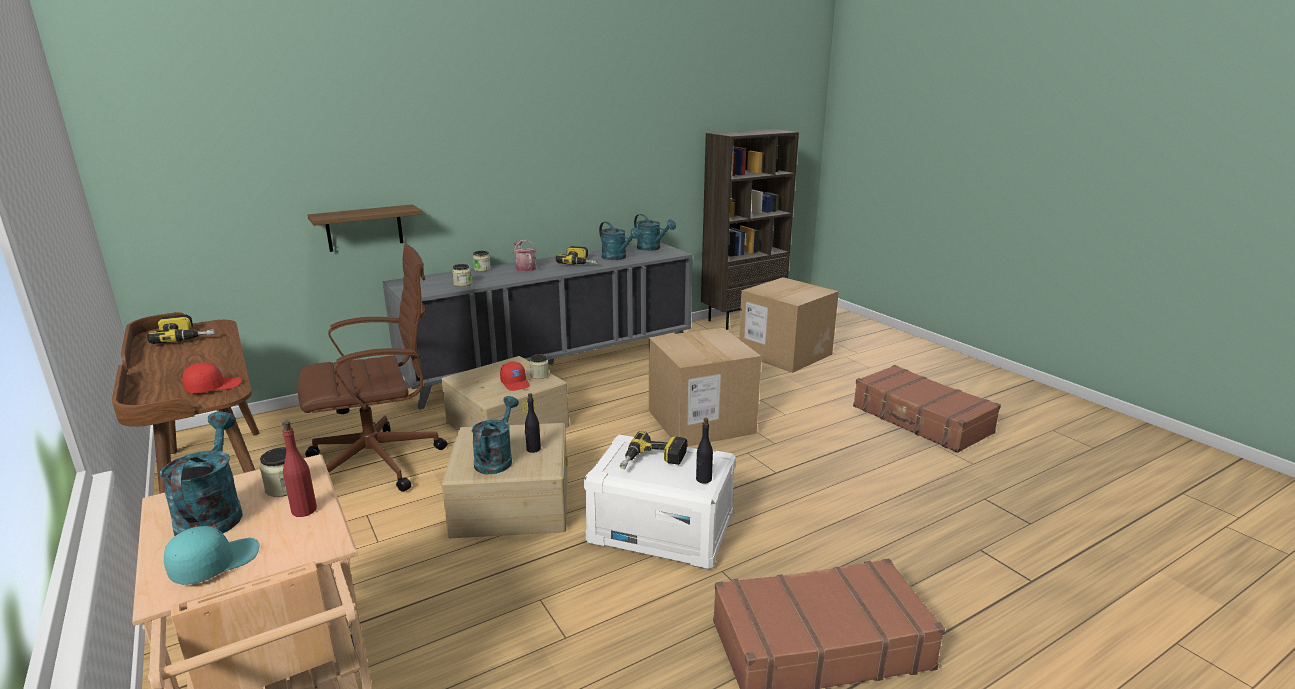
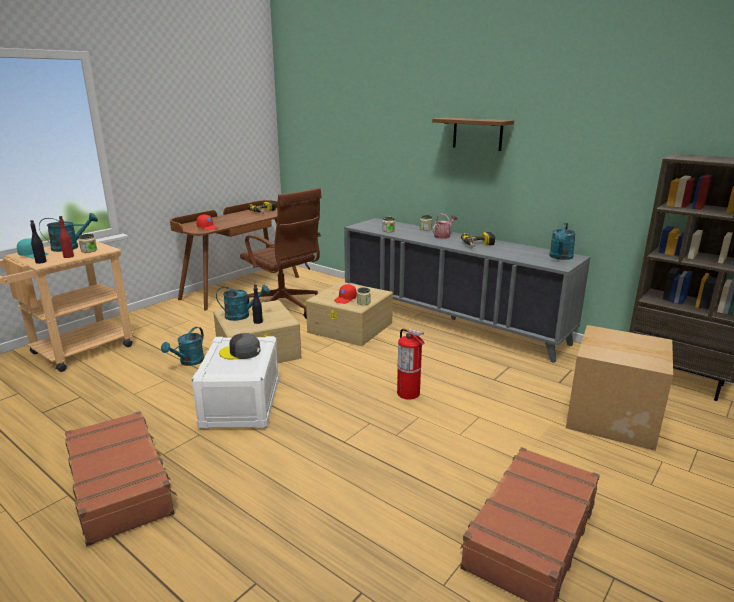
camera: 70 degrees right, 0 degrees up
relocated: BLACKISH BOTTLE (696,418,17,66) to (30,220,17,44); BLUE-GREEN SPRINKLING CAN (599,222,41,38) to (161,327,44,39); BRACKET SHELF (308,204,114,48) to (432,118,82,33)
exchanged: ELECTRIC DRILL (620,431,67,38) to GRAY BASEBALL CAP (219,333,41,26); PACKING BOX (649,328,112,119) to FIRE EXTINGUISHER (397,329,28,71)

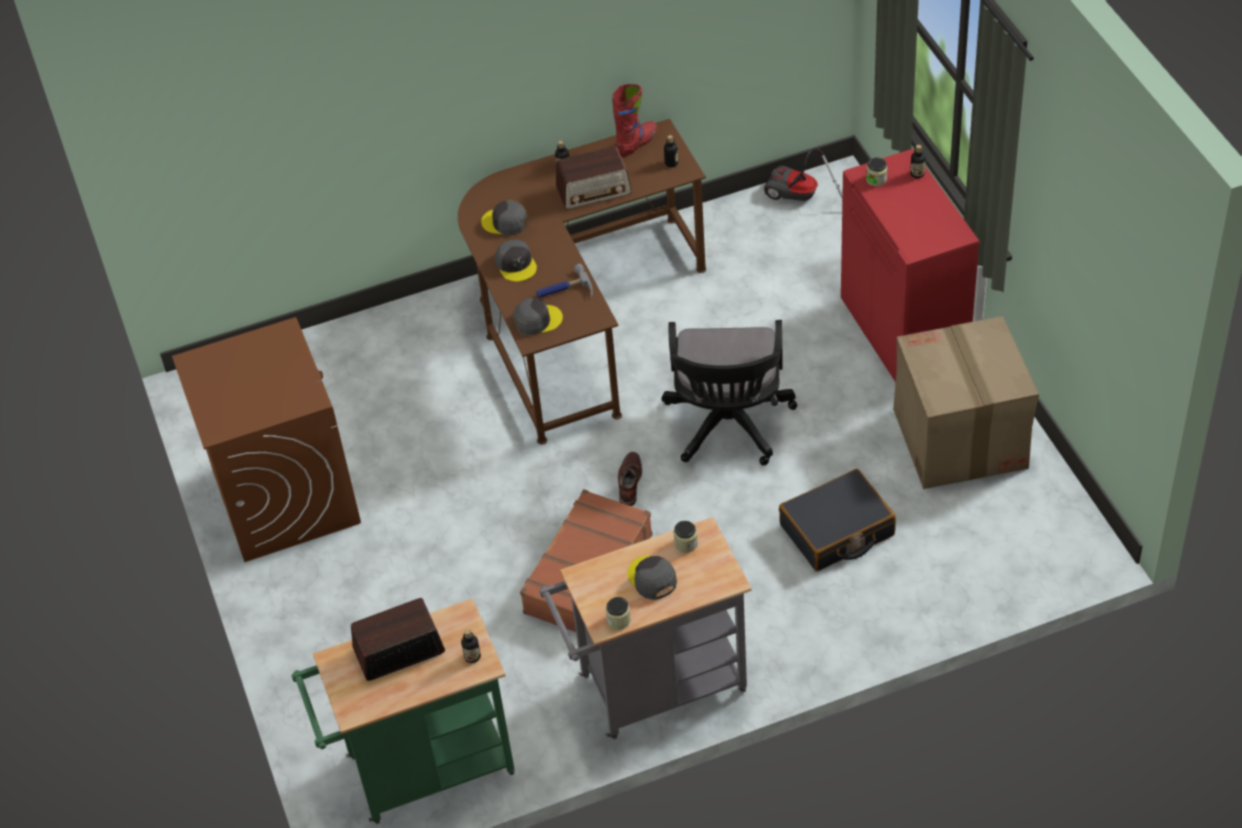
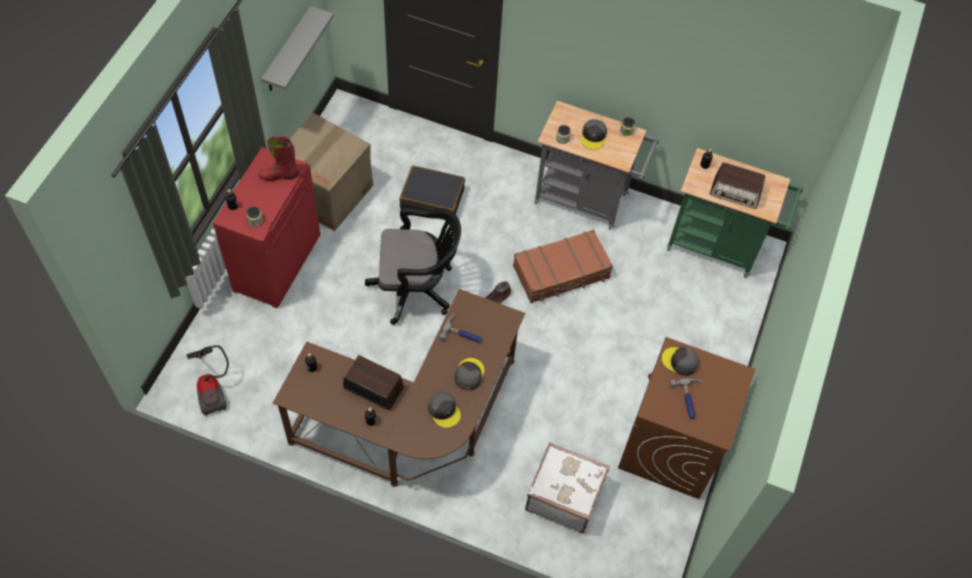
camera: 145 degrees left, 10 degrees up
appeared: GRAY BRACKET SHELF (261,6,73,85); WHITISH TRAVEL CASE (525,442,85,91); HAND HAMMER (669,378,35,41)
relocated: REDDISH BOOT (612,84,45,72) to (258,136,41,45); GRAY BASEBALL CAP (513,298,50,37) to (662,347,37,29)
spun: BLACKISH COMPUTER CHAIR (662,320,135,146) = (365,208,96,117) 45 degrees clockwise

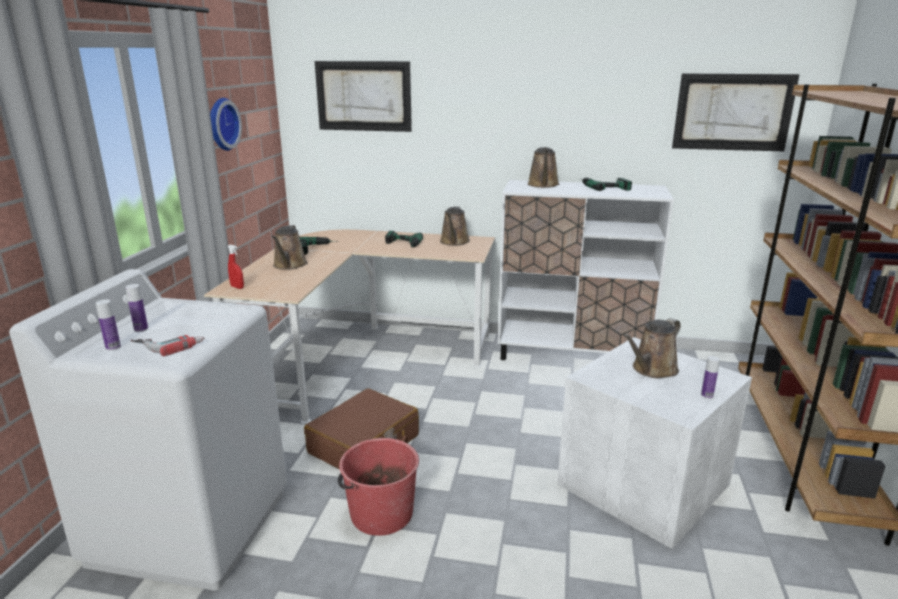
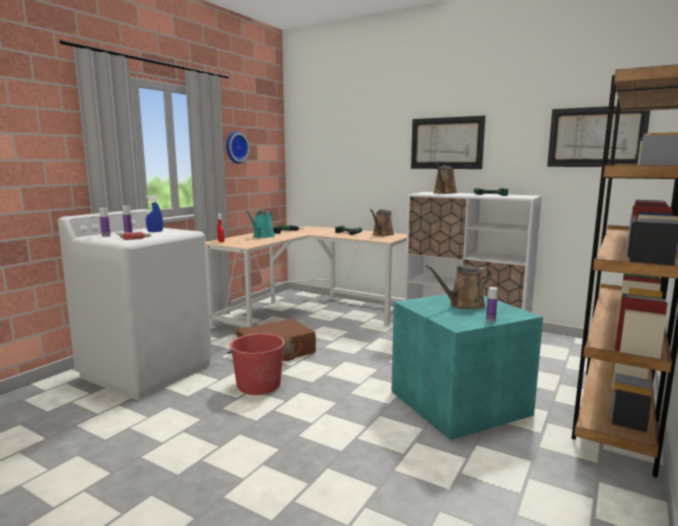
camera: 20 degrees right, 10 degrees down
appeared: BLUE-COLOURED SPRAYER (146,195,17,37)
relocated: PICTURE (315,61,97,71) to (411,116,74,53)
colour: BROWN SPRINKLING CAN (272,225,36,45) to BLUE-GREEN SPRINKLING CAN (245,211,30,27); WHITISH STORAGE BOX (557,337,195,212) to BLUE-GREEN STORAGE BOX (391,294,152,146)

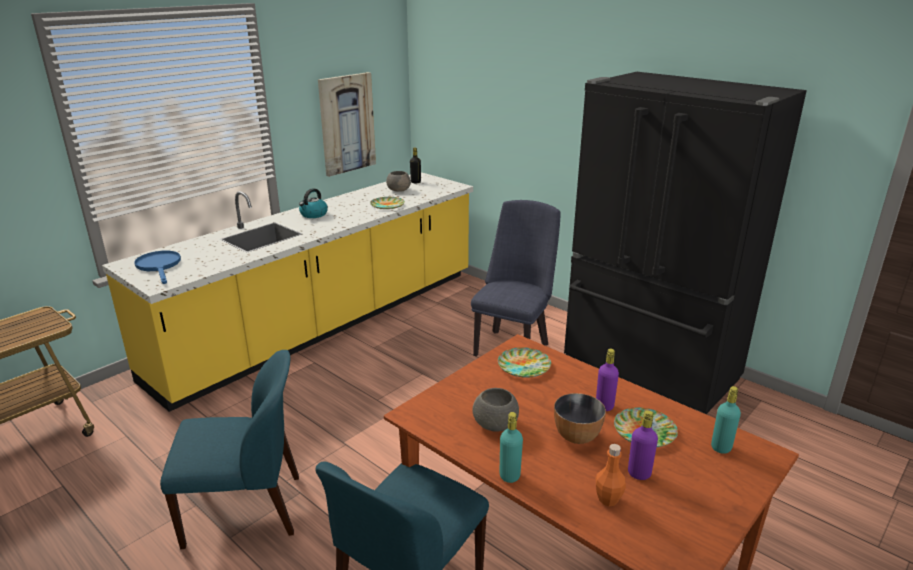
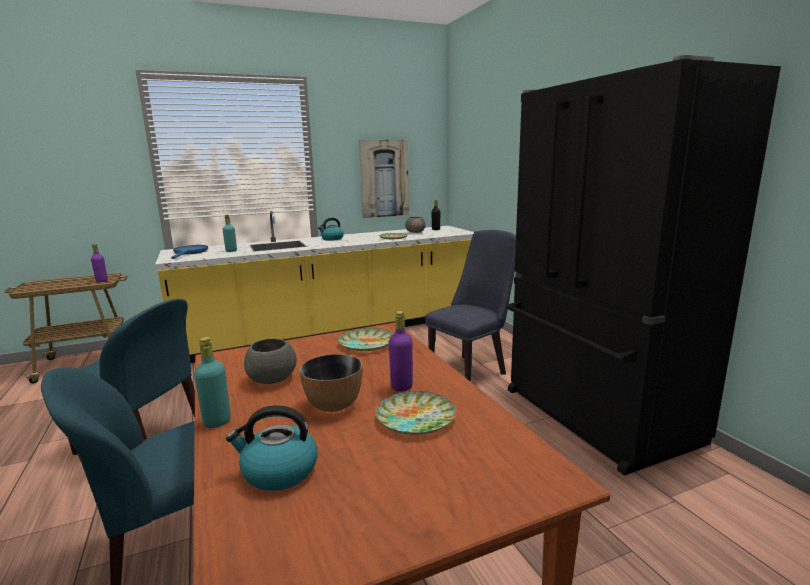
camera: 25 degrees right, 10 degrees down
relocated: PURPLE BOTTLE (628,410,30,70) to (91,244,17,38); BLUE-GREEN BOTTLE (711,386,30,68) to (222,215,15,37)
exchanged: ORANGEY BOTTLE (596,444,30,62) to TEA KETTLE (226,405,91,86)

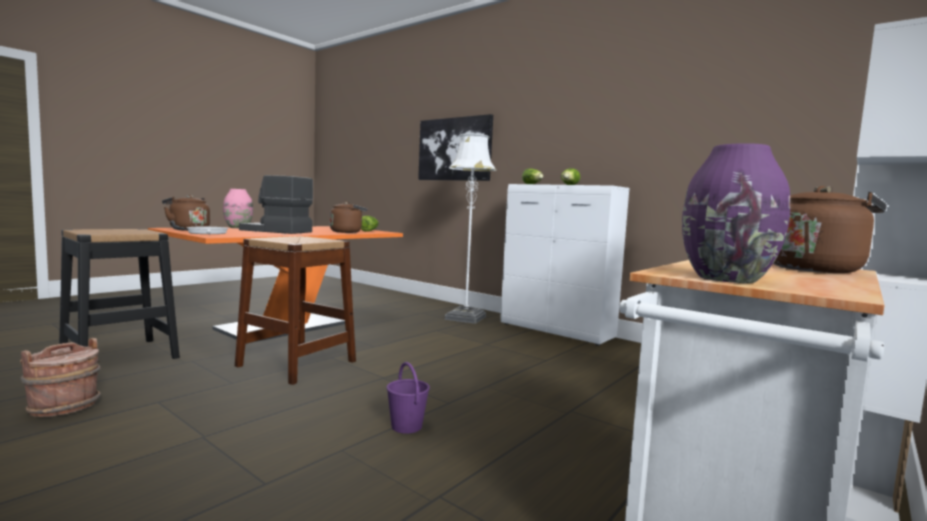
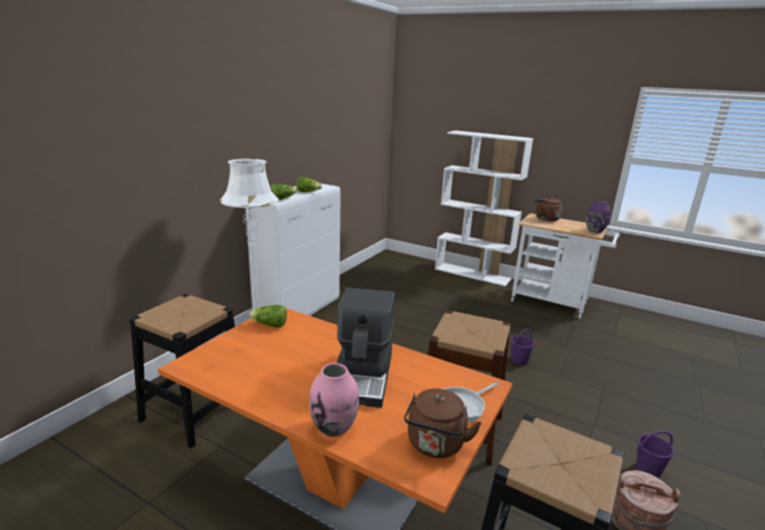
camera: 100 degrees left, 15 degrees up
missing: BROWN TEA KETTLE (330,202,37,31); PICTURE (418,114,75,67)
appeared: BLACKISH STOOL (130,294,105,154); PURPLE WATER BUCKET (636,431,38,47)

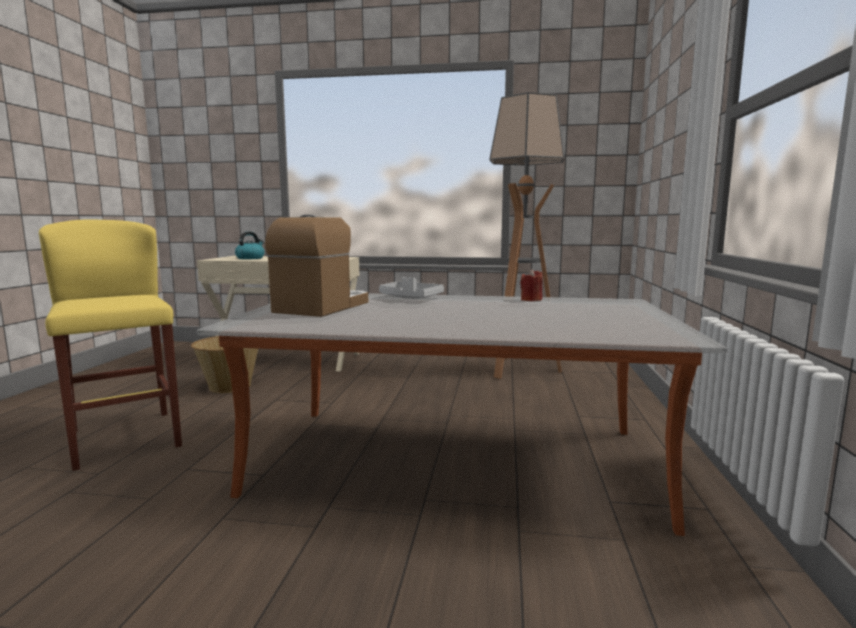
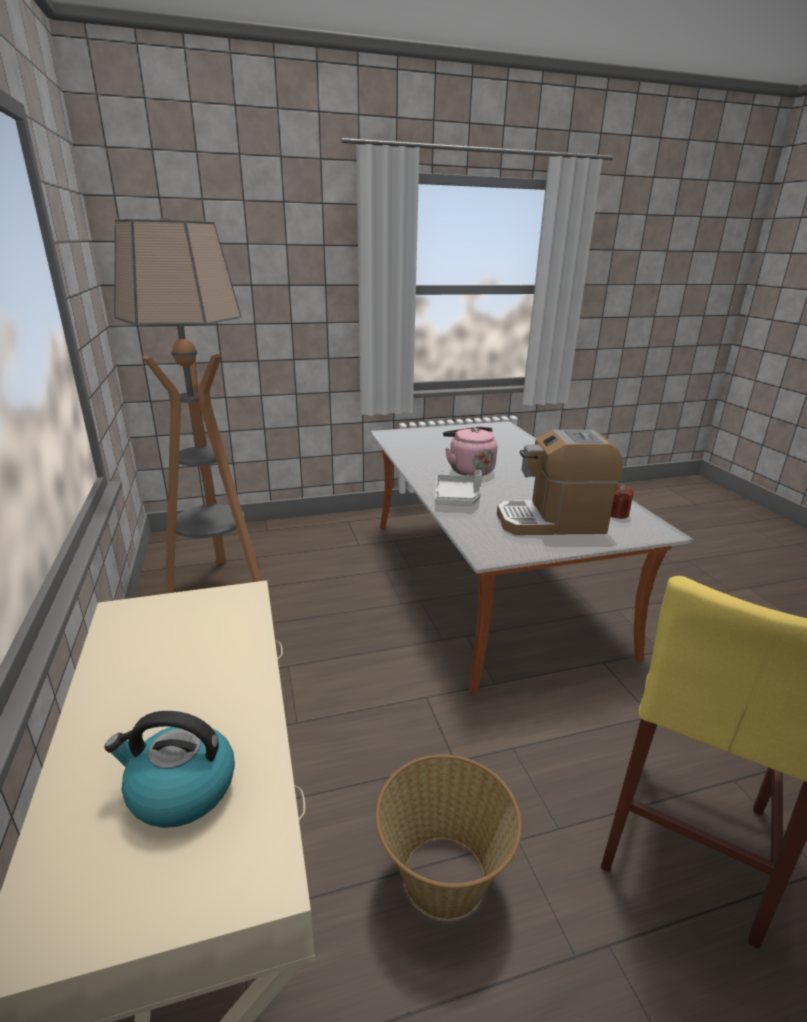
camera: 115 degrees left, 15 degrees up
appeared: PINK TEA KETTLE (443,427,54,49)
relocated: REDDISH WAX LIGHT (520,269,22,32) to (611,484,23,35)

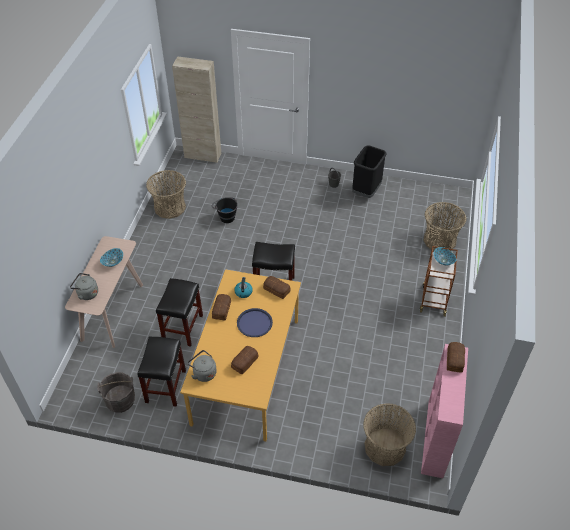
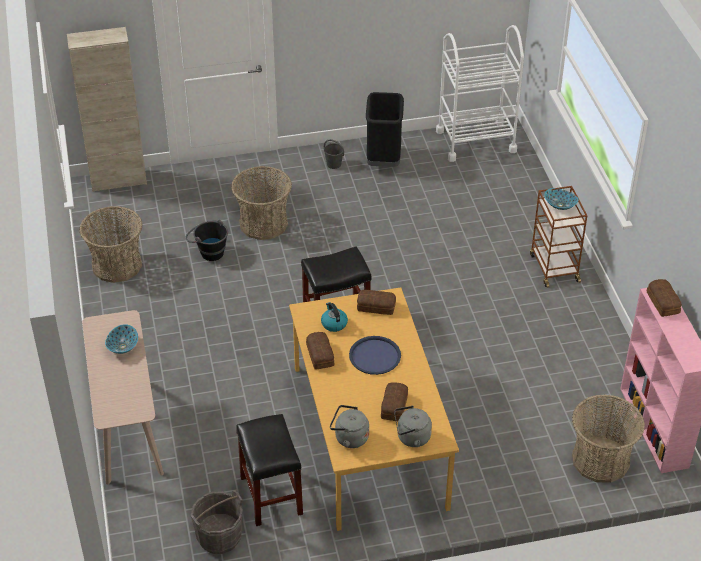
camera: 25 degrees left, 5 degrees down
missing: BLACKISH STOOL (156,278,47,69)
appeared: WHITISH TROLLEY (436,25,88,137)
relocated: STORAGE BASKET (423,202,43,49) to (231,166,61,74); GRAY TEA KETTLE (70,273,28,27) to (394,406,38,41)

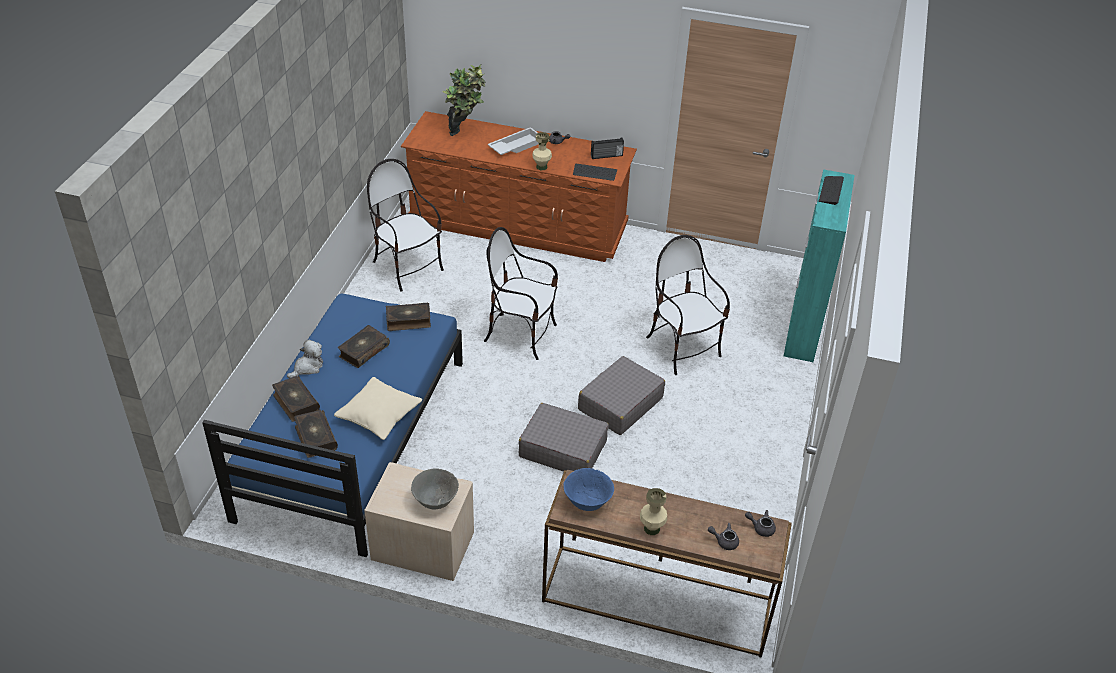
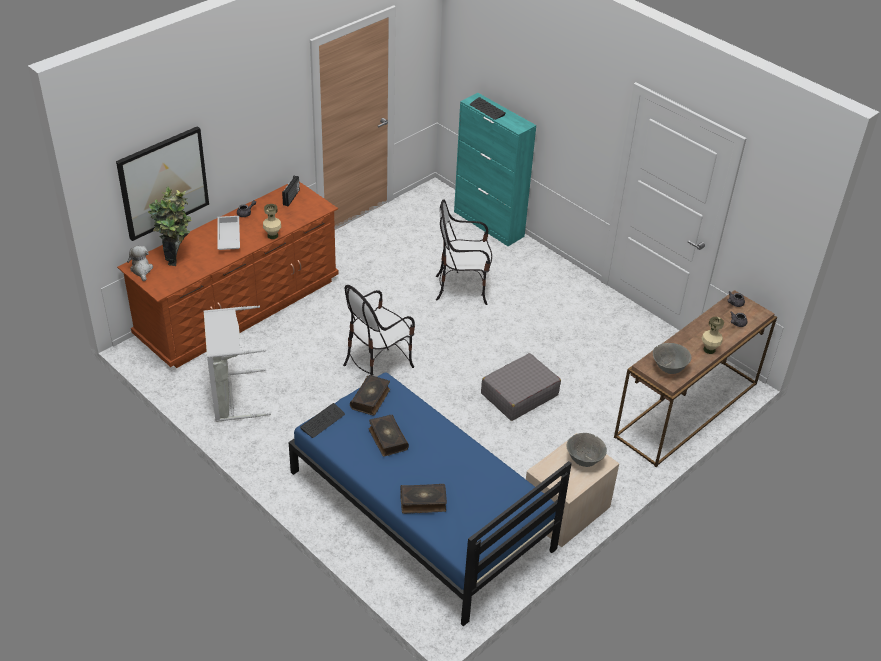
camera: 60 degrees left, 0 degrees up
missing: VOLUME (294,410,44,48); BEIGE-COLOURED THROW PILLOW (334,377,88,63); GRAY TRAVEL CASE (578,356,87,79)
appeared: PICTURE (116,126,93,115)
relocated: PLUSH TOY (287,340,36,38) to (127,246,26,36); COMPUTER KEYBOARD (573,163,44,18) to (300,403,45,35)
exchanged: PLAIN CHAIR (367,159,77,133) to GRAY HAMPER (204,306,67,116)
colour: BLUE-COLOURED SERVING BOWL (563,468,51,43) to GRAY SERVING BOWL (653,343,38,31)

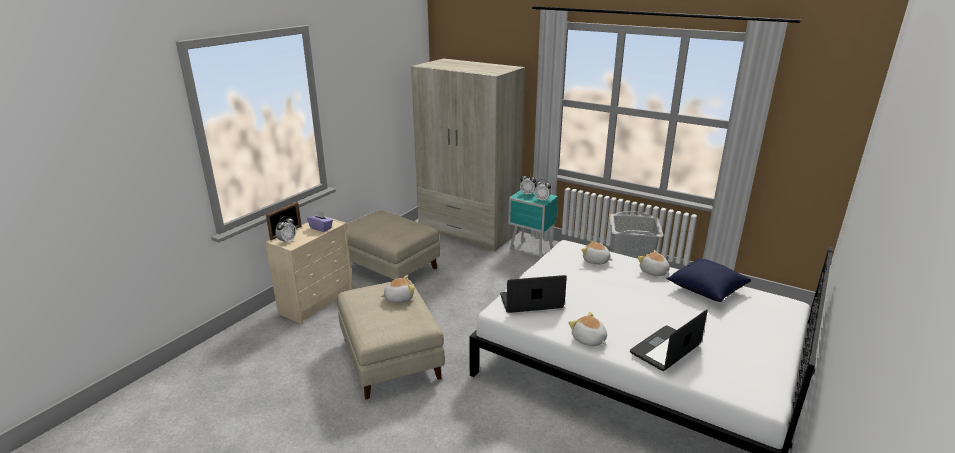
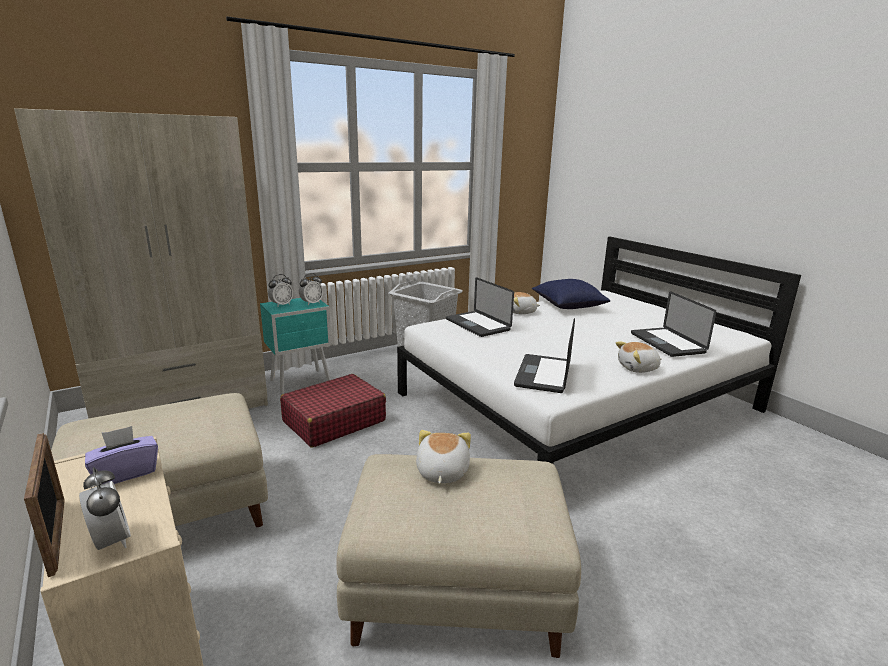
camera: 65 degrees left, 5 degrees down
appeared: REDDISH TRAVEL CASE (280,374,106,74)
exchanged: PLUSH TOY (581,240,32,24) to PORTABLE COMPUTER (446,277,68,60)

